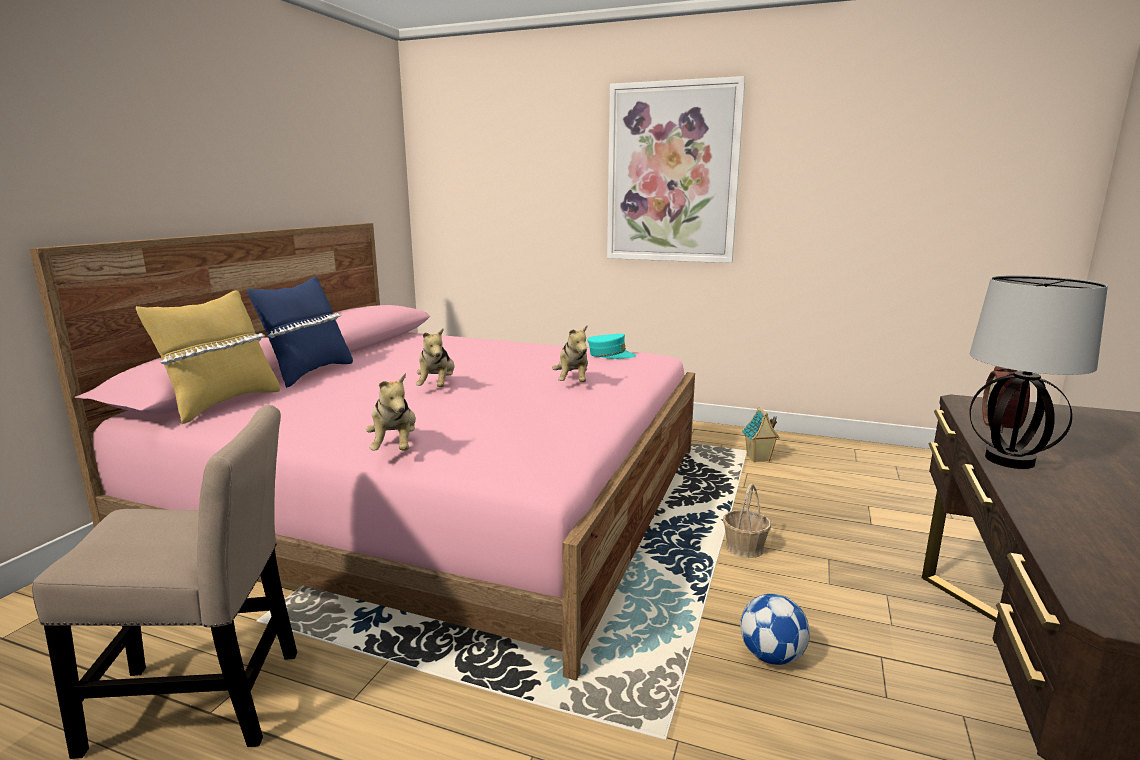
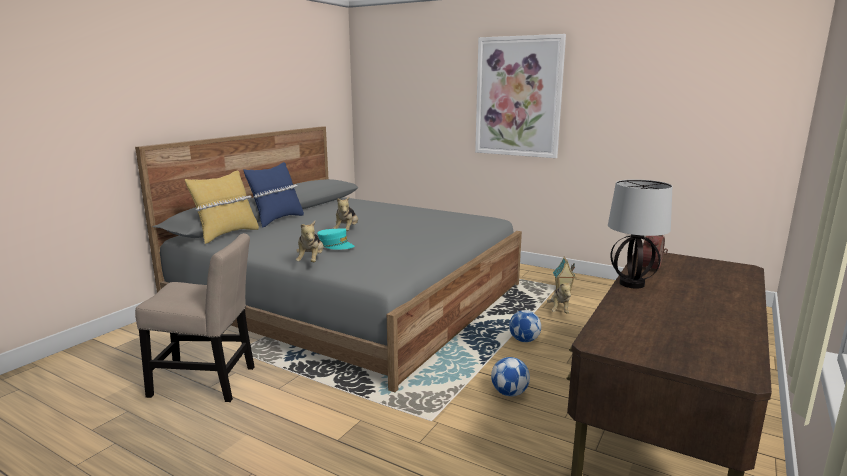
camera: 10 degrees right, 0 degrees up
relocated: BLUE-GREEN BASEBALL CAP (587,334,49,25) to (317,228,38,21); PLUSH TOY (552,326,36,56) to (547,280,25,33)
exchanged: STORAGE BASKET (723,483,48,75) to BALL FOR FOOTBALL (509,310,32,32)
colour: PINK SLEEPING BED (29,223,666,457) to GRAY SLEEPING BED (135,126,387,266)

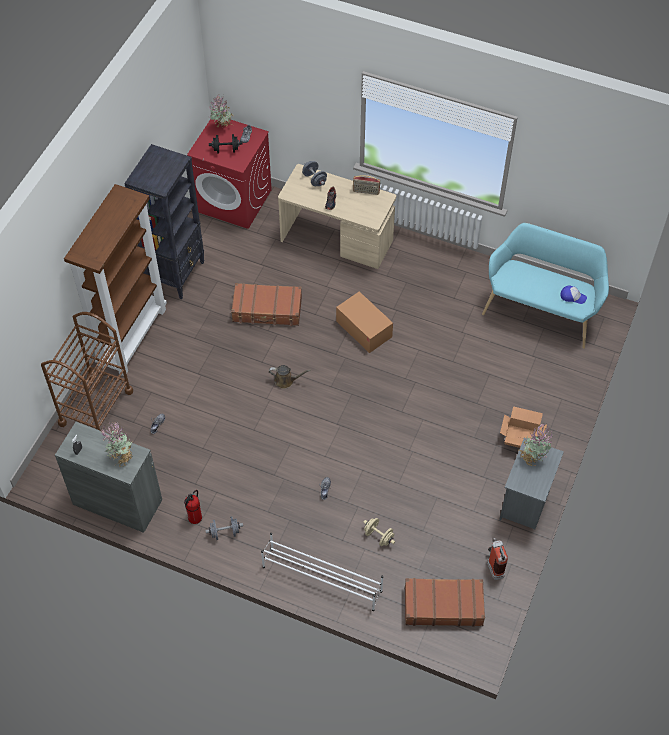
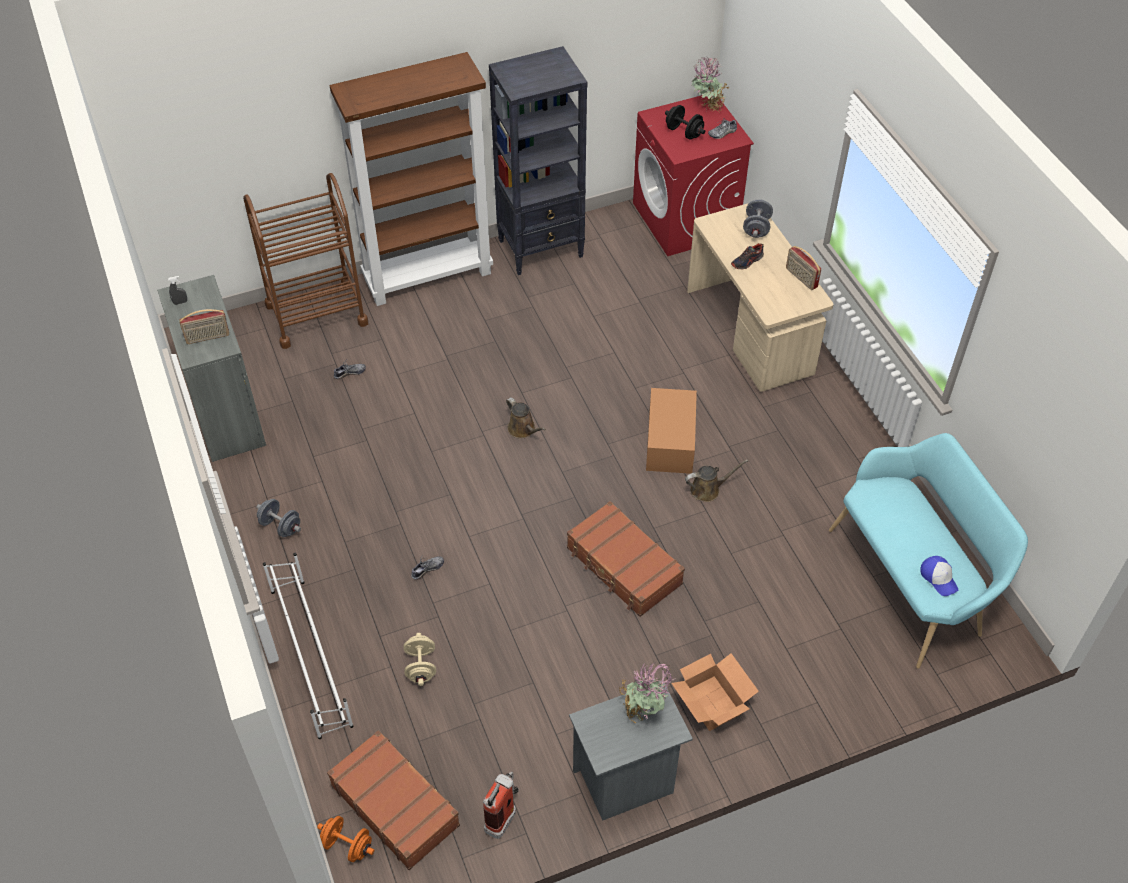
camera: 45 degrees right, 5 degrees down
missing: FIRE EXTINGUISHER (184,490,18,34)
appeared: ORANGEY FREE WEIGHT (317,816,57,46); BROWN SPRINKLING CAN (685,459,63,43)
relocated: BROWN TRAVEL CASE (231,283,71,43) to (567,501,118,116)
exchanged: PLANT IN A POT (101,420,31,47) to RADIO SET (179,309,50,35)

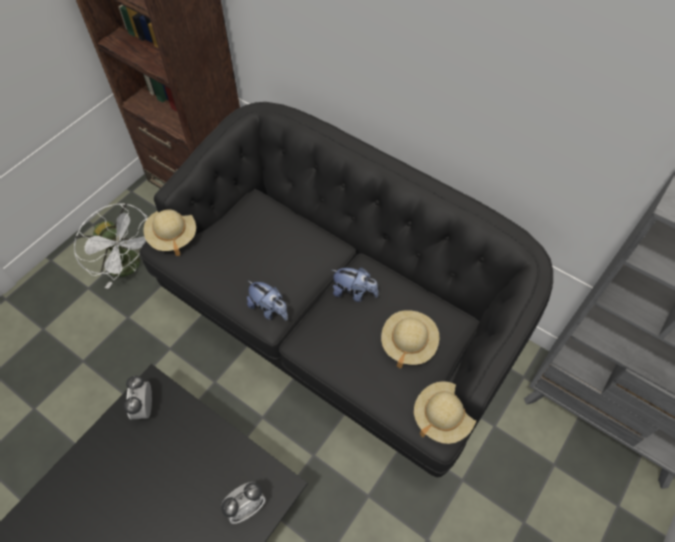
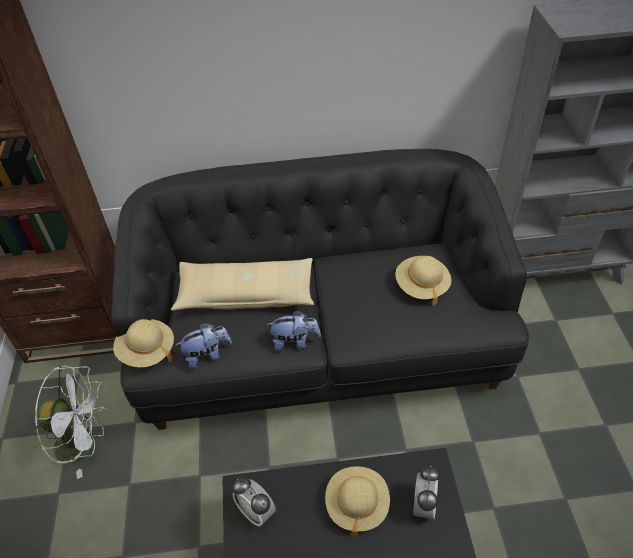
camera: 40 degrees left, 10 degrees down
appeared: BEIGE-COLOURED THROW PILLOW (171,258,143,53)
relocated: PLUSH TOY (332,267,47,35) to (176,323,56,47); BEIGE-COLOURED HAT (414,381,62,63) to (325,466,65,72)

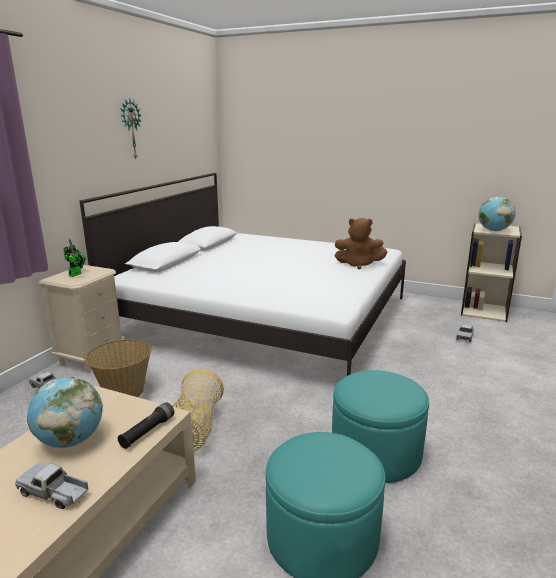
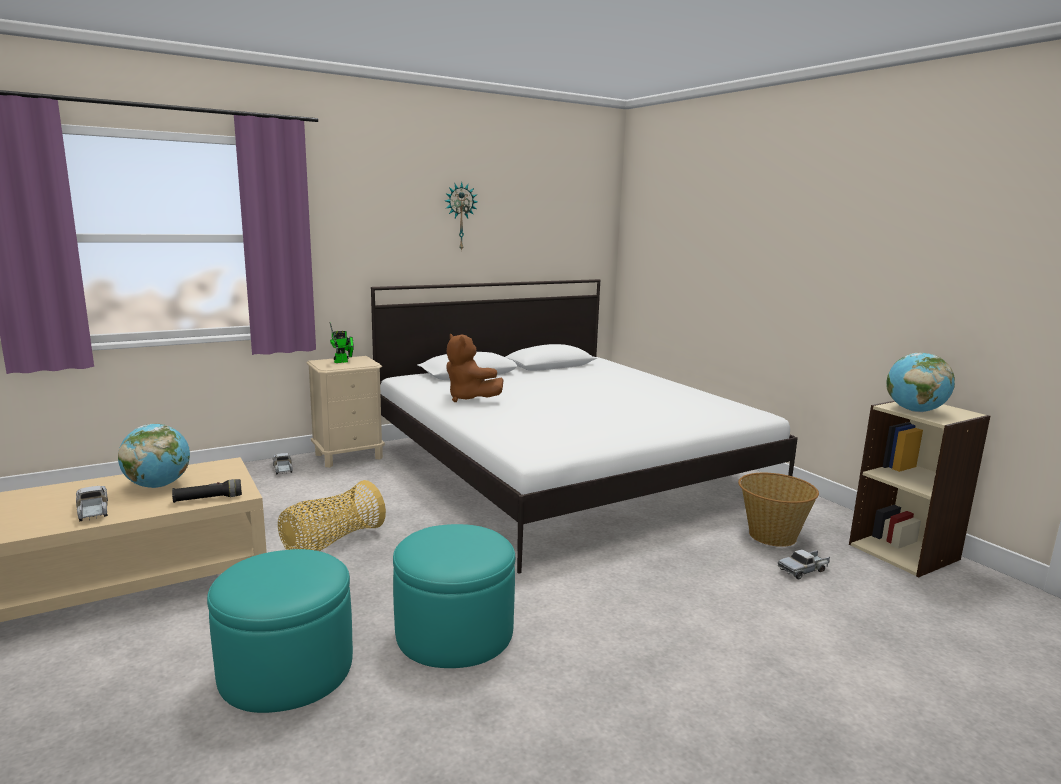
camera: 35 degrees right, 5 degrees down
relocated: BROWN PLUSH TOY (335,218,52,51) to (446,334,58,68); STORAGE BASKET (85,339,66,58) to (738,473,81,74)

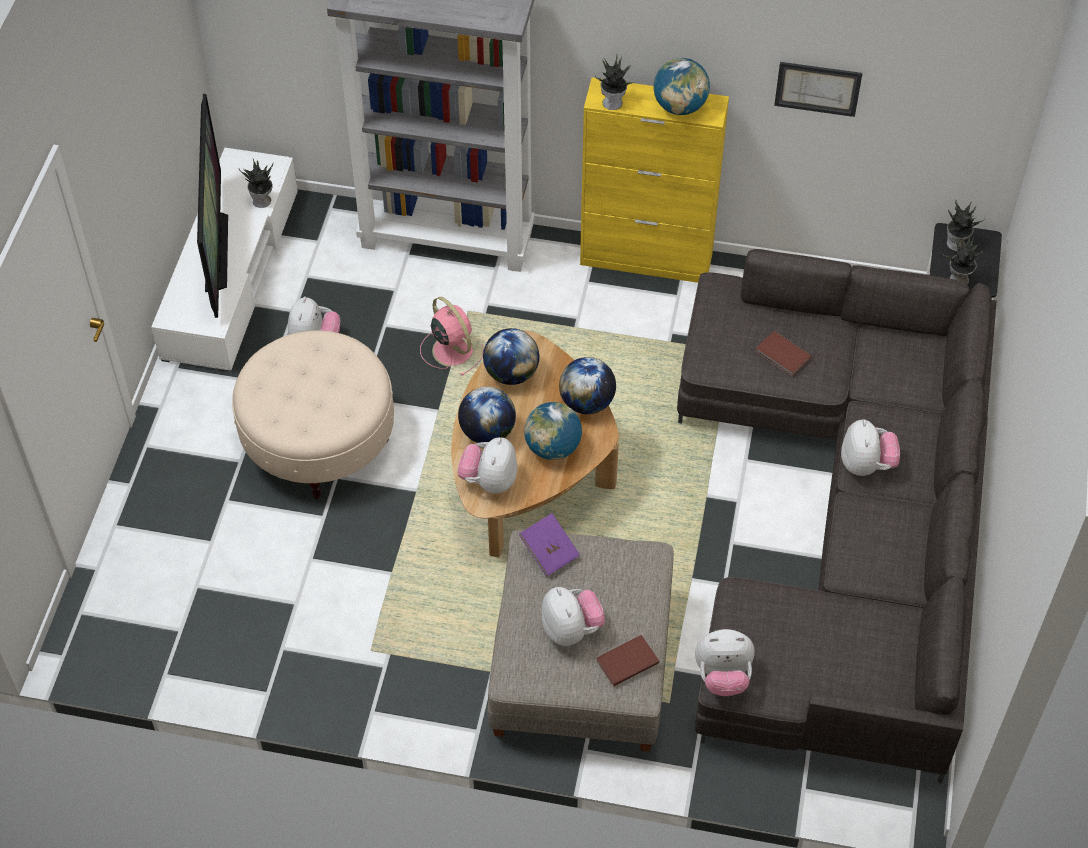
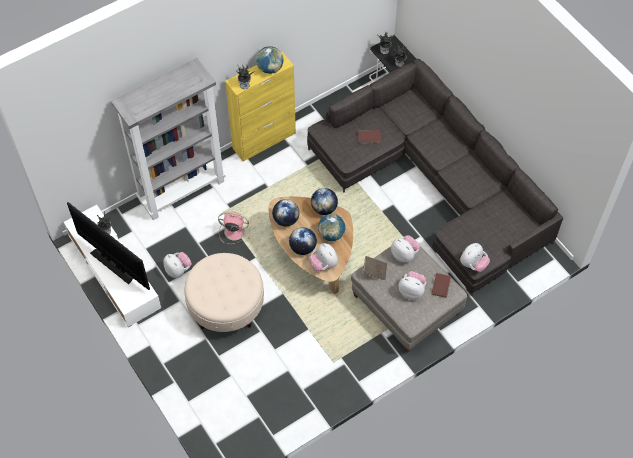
camera: 45 degrees left, 5 degrees up
missing: PICTURE (774,62,88,55)
relocated: PLUSH TOY (841,419,59,57) to (391,235,29,28)
colour: PURPLE VOLUME (519,513,61,64) to BROWN VOLUME (363,256,25,24)

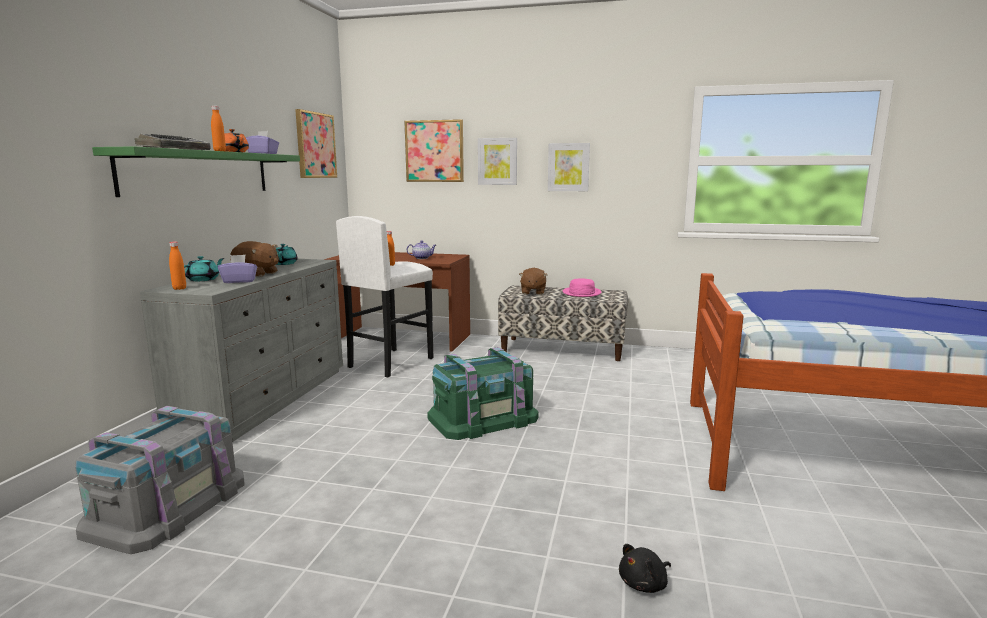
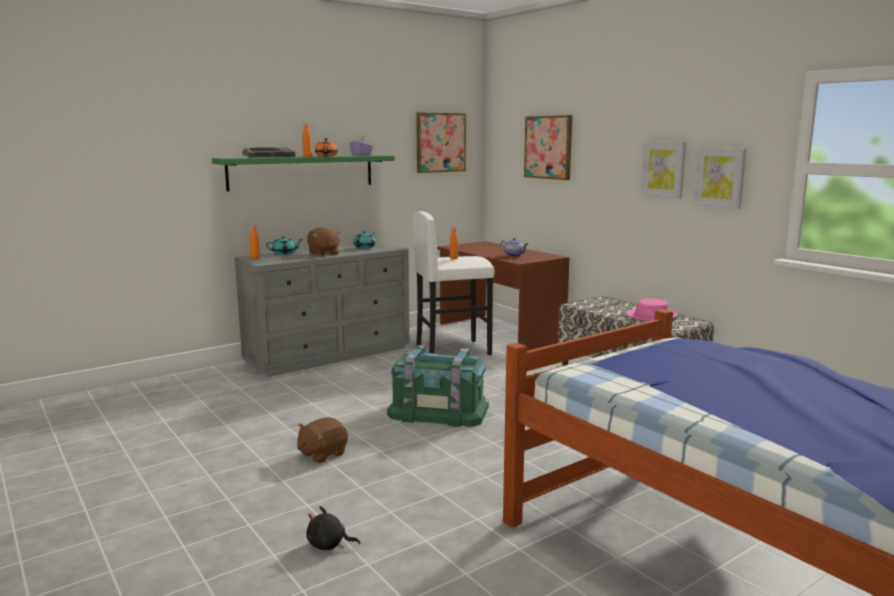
camera: 40 degrees right, 0 degrees up
missing: GRAY STORAGE BOX (75,406,170,148); PURPLE BOX OF TISSUES (218,255,39,28)
relocated: BROWN PLUSH TOY (519,268,28,27) to (297,417,51,46); PICTURE (478,138,39,47) to (693,147,53,62)

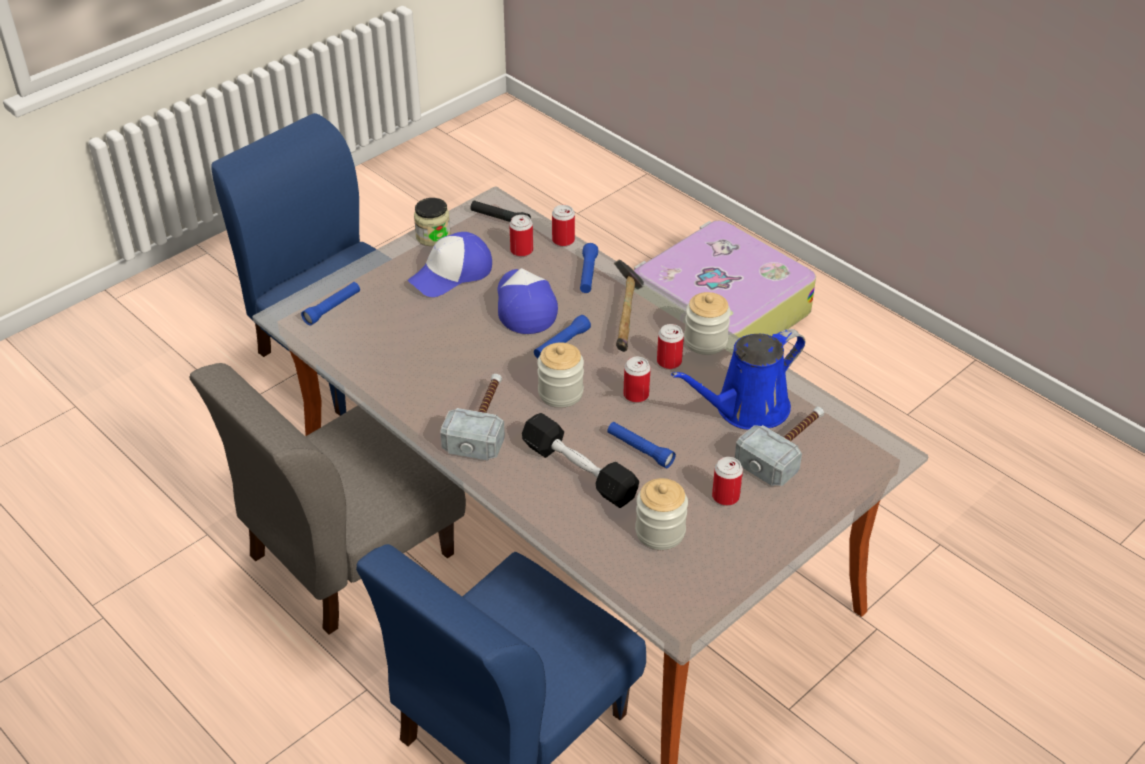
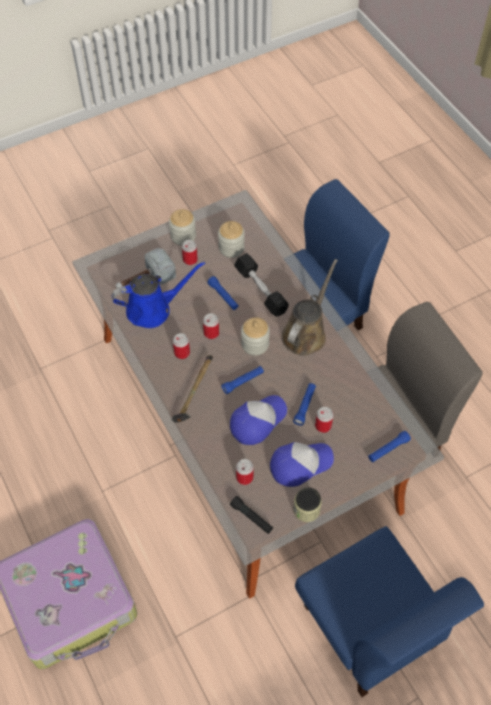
camera: 165 degrees left, 15 degrees up
relocated: STORAGE JAR (684,292,47,63) to (169,209,27,37); BLUE-COLOURED TORCH (580,243,18,50) to (293,383,23,43); SEALED CAN (552,205,23,41) to (315,407,18,26)
exchanged: HAND HAMMER (440,374,65,87) to BROWN SPRINKLING CAN (282,259,56,96)
spun: BASEBALL CAP (498,268,60,66) = (230,395,57,50) 135 degrees counterclockwise

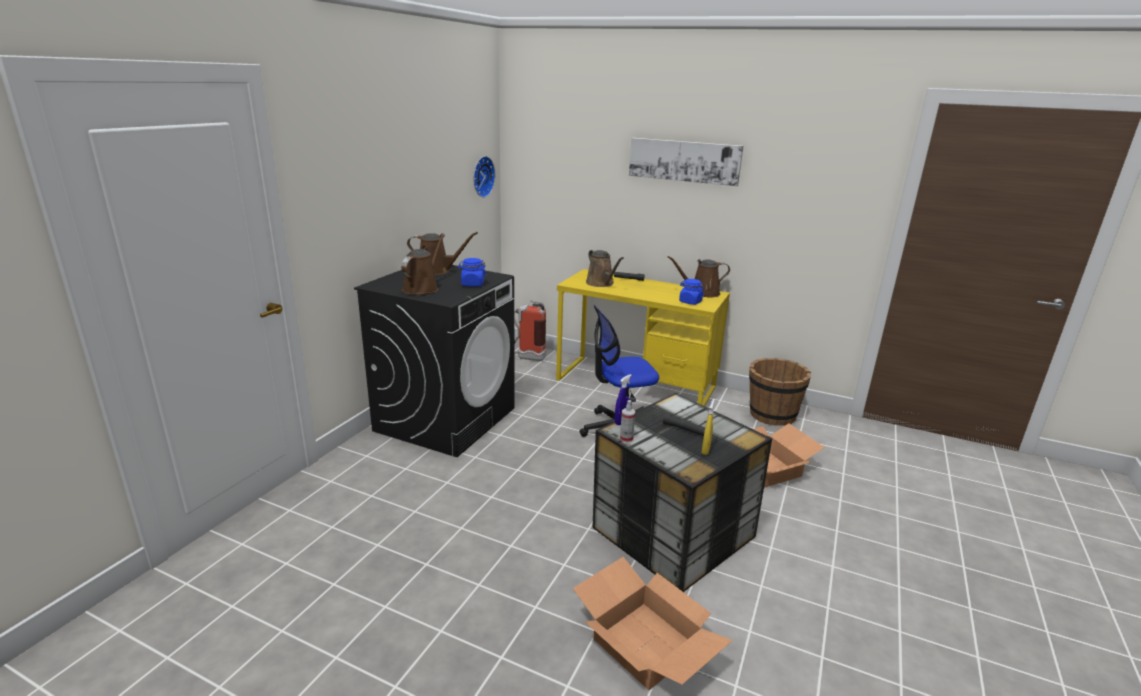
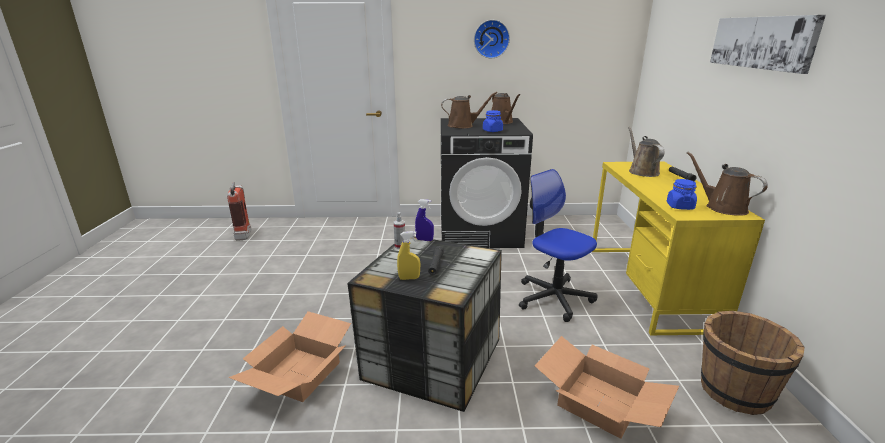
camera: 65 degrees right, 0 degrees up
relocated: FIRE EXTINGUISHER (514,300,32,61) to (227,182,25,58); WALL CLOCK (473,156,22,42) to (474,20,36,38)
spun: BROWN SPRINKLING CAN (586,249,38,38) = (628,127,36,50) 135 degrees clockwise

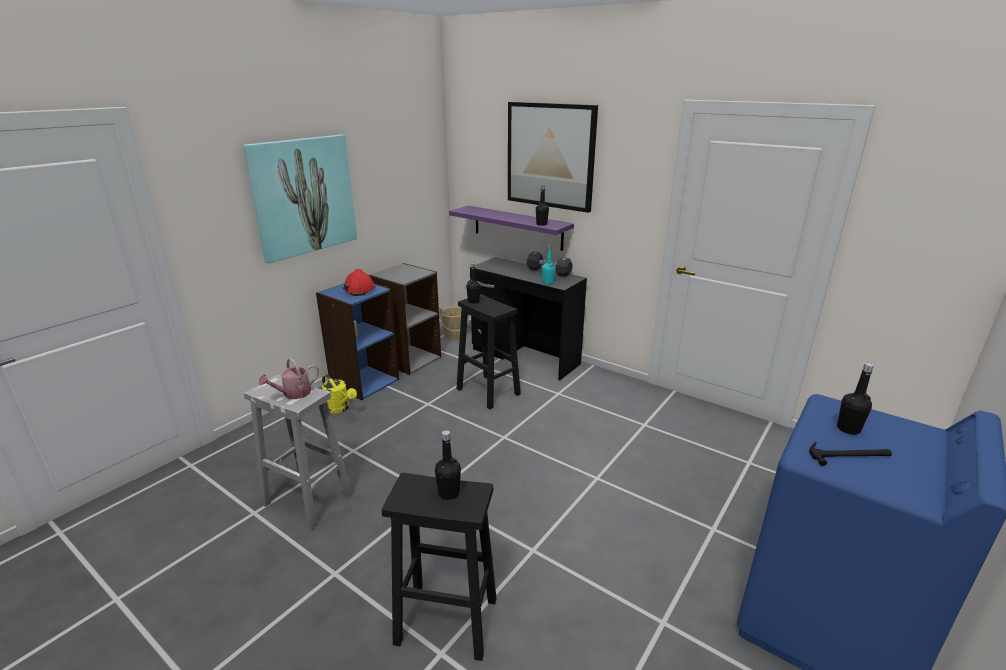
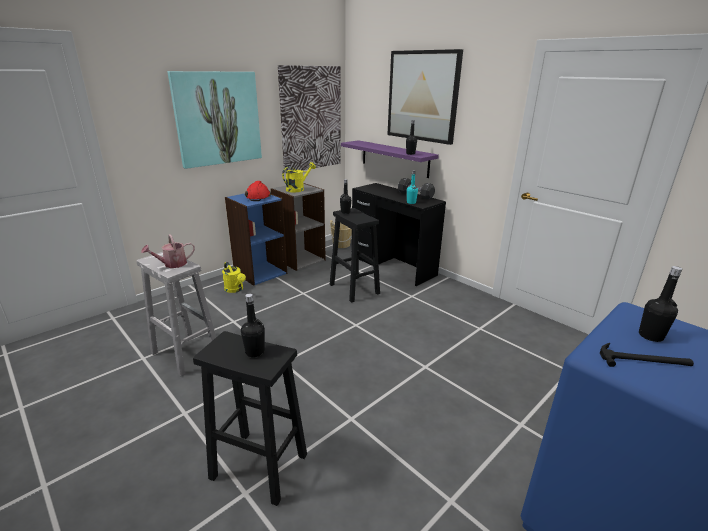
camera: 10 degrees right, 0 degrees up
appeared: PICTURE (278,65,63,108); YELLOW SPRINKLING CAN (282,162,34,30)

